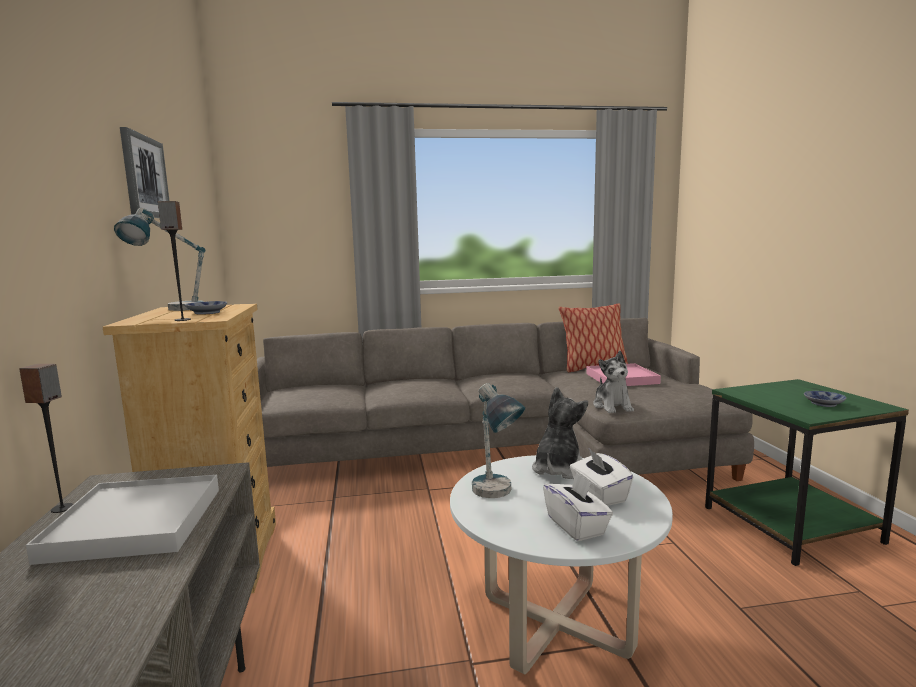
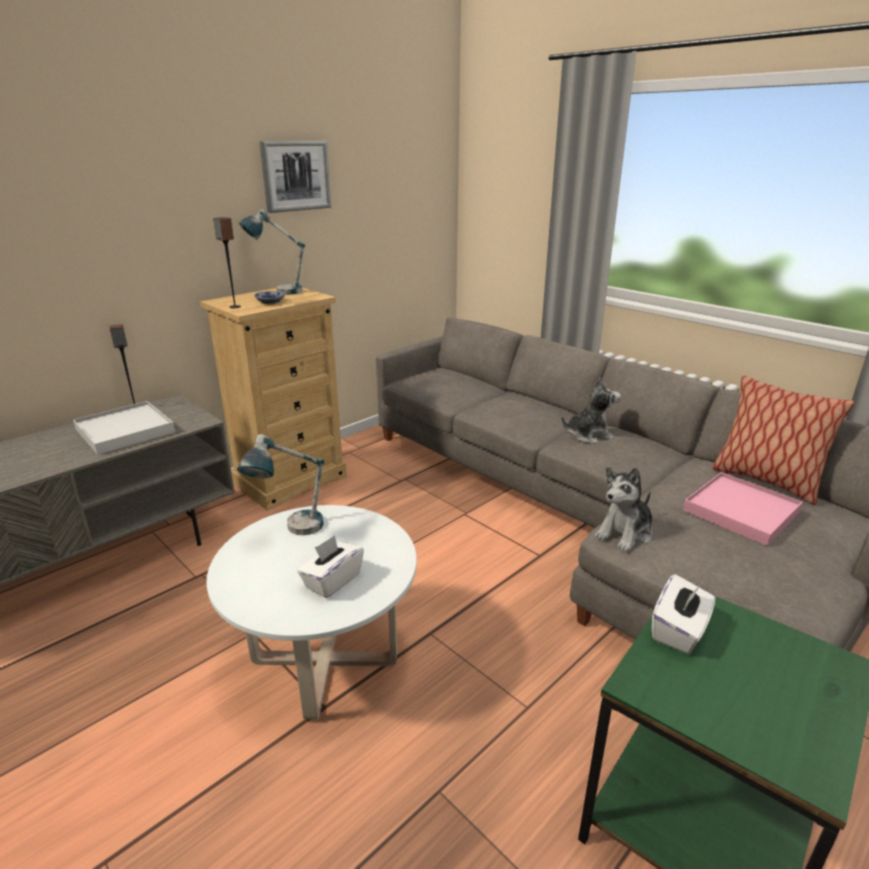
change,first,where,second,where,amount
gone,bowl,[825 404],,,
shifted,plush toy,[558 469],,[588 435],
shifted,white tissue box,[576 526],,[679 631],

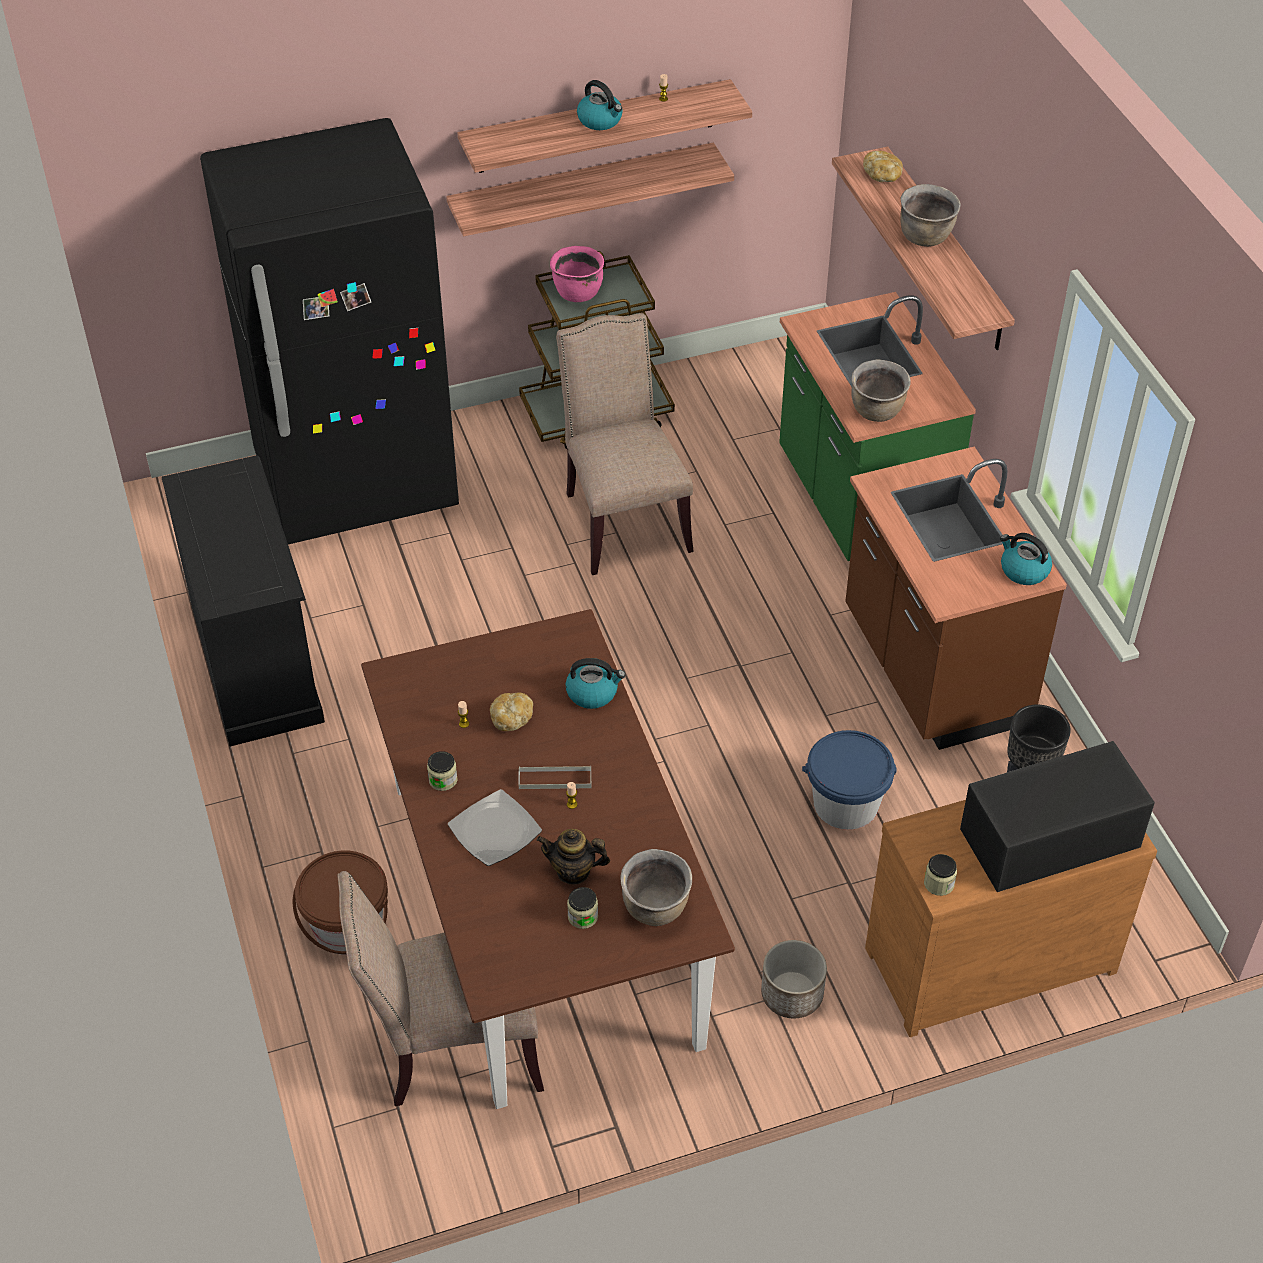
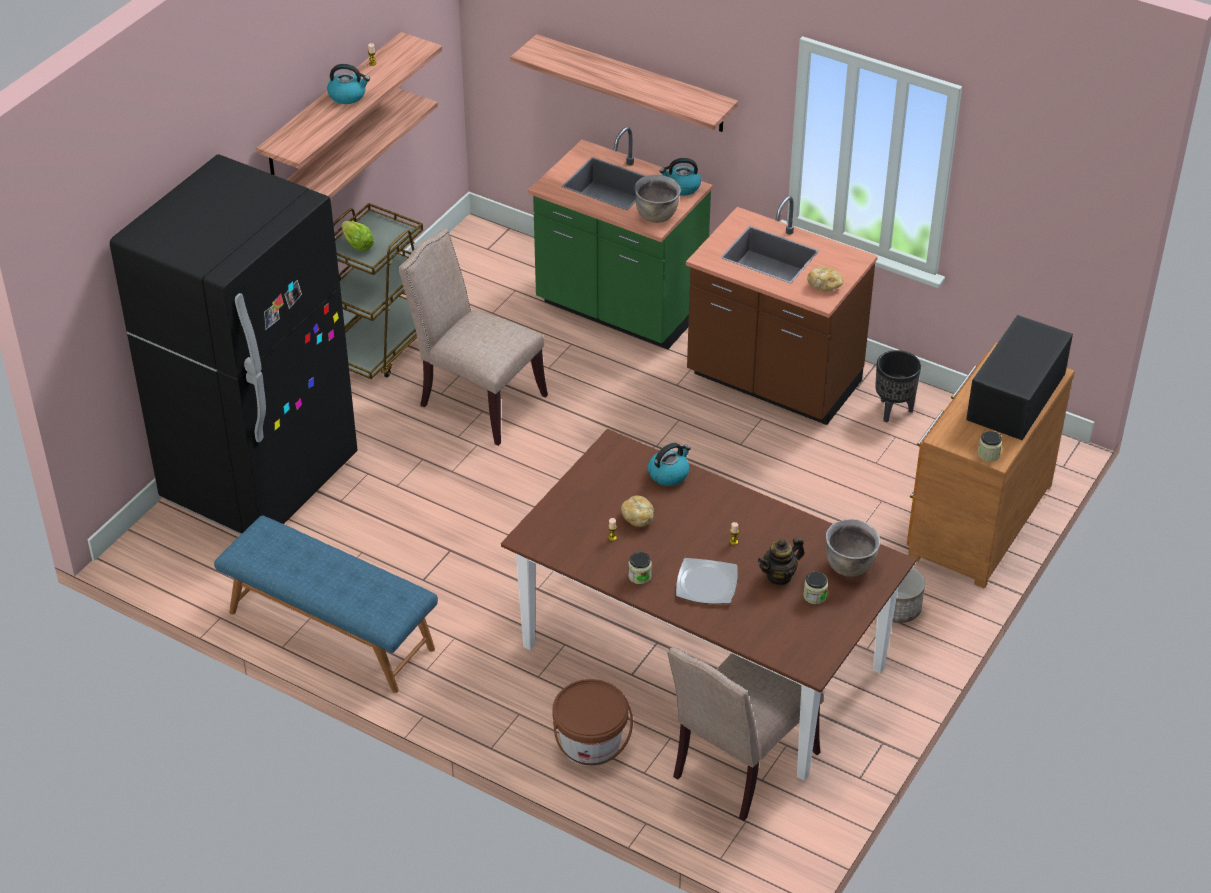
change,first,where,second,where,amount
gone,grey tray,[555 779],,,
gone,blue bucket,[846 803],,,
gone,brown cooking pot,[925 237],,,
shifted,bread,[882 175],,[825 285],
shifted,kettle,[1023 570],,[681 187],
swapped,black dresser,[257 662],blue bench,[330 631],
swapped,pink cooking pot,[577 293],lettuce,[357 245],

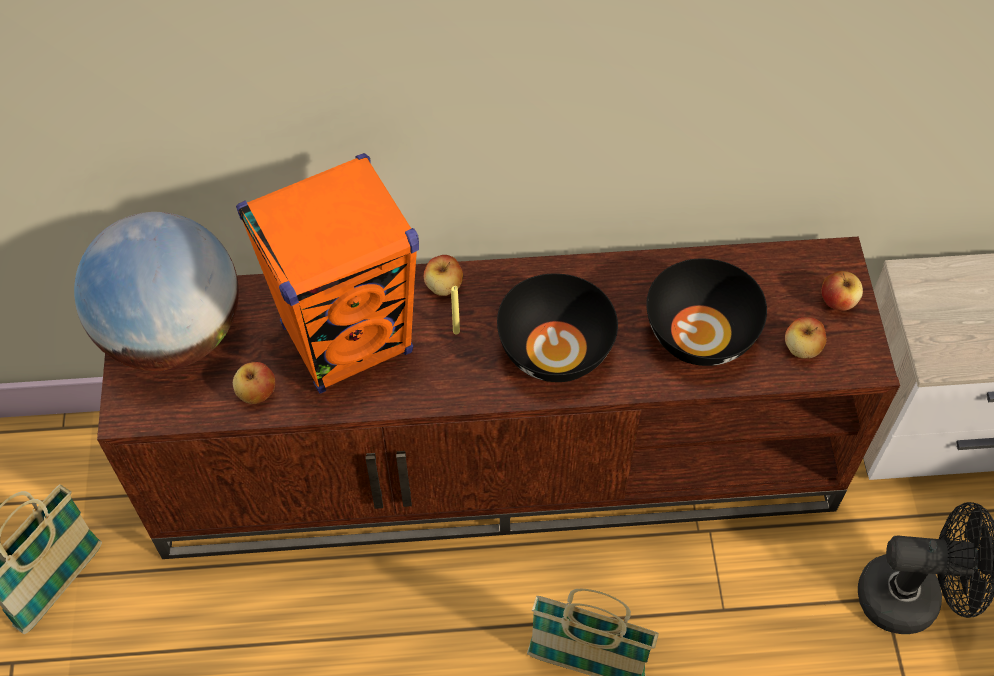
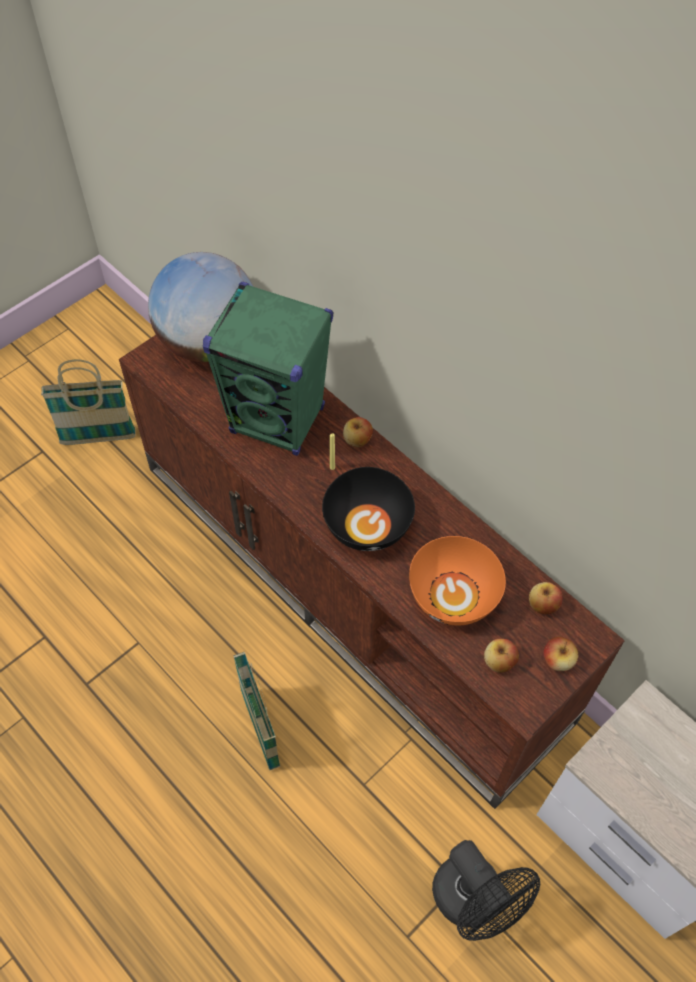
change,first,where,second,where,amount
shifted,apple,[257 393],,[542 605],
repainted,orange speaker,[348 339],green speaker,[278 420],
repainted,black bowl,[699 334],orange bowl,[452 595],

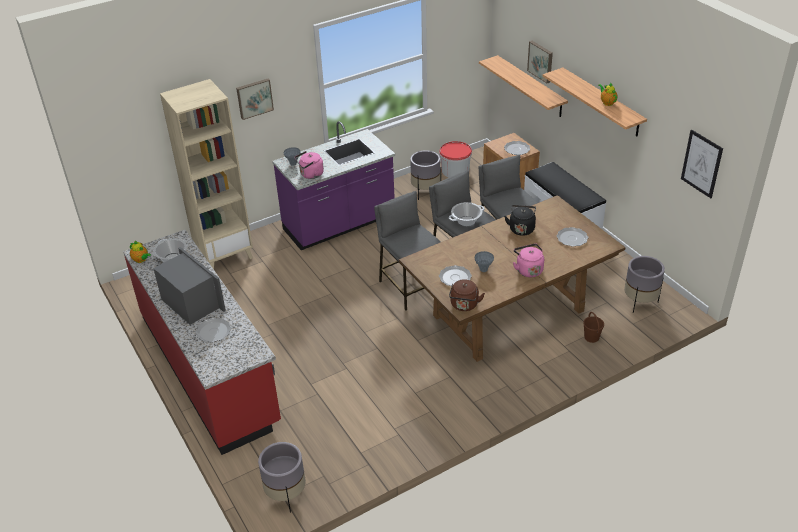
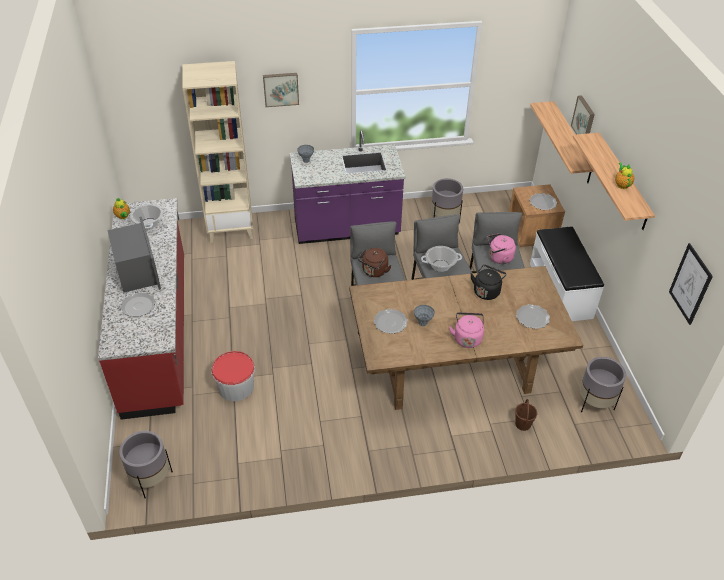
change,first,where,second,where,amount
shifted,pink kettle,[310 175],,[499 258],
shifted,bucket,[455 170],,[236 387],
shifted,brown kettle,[464 305],,[374 272],

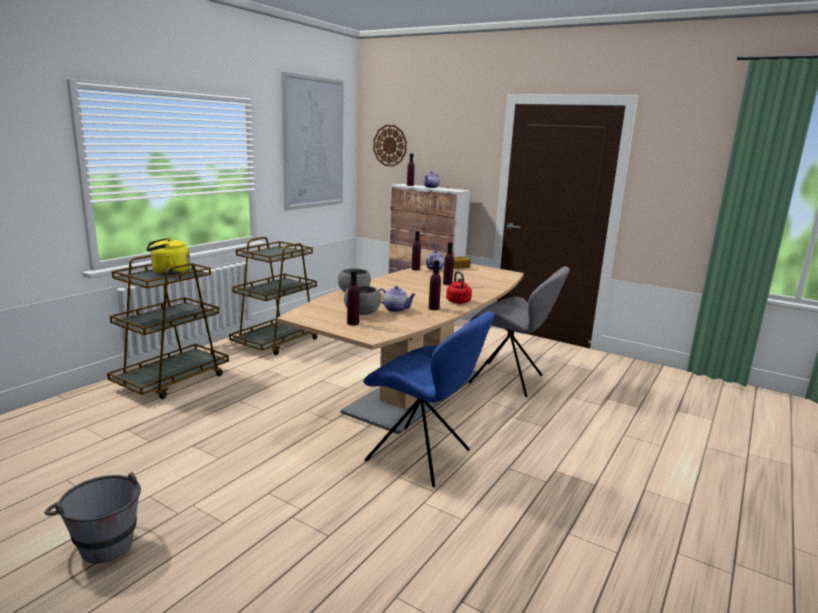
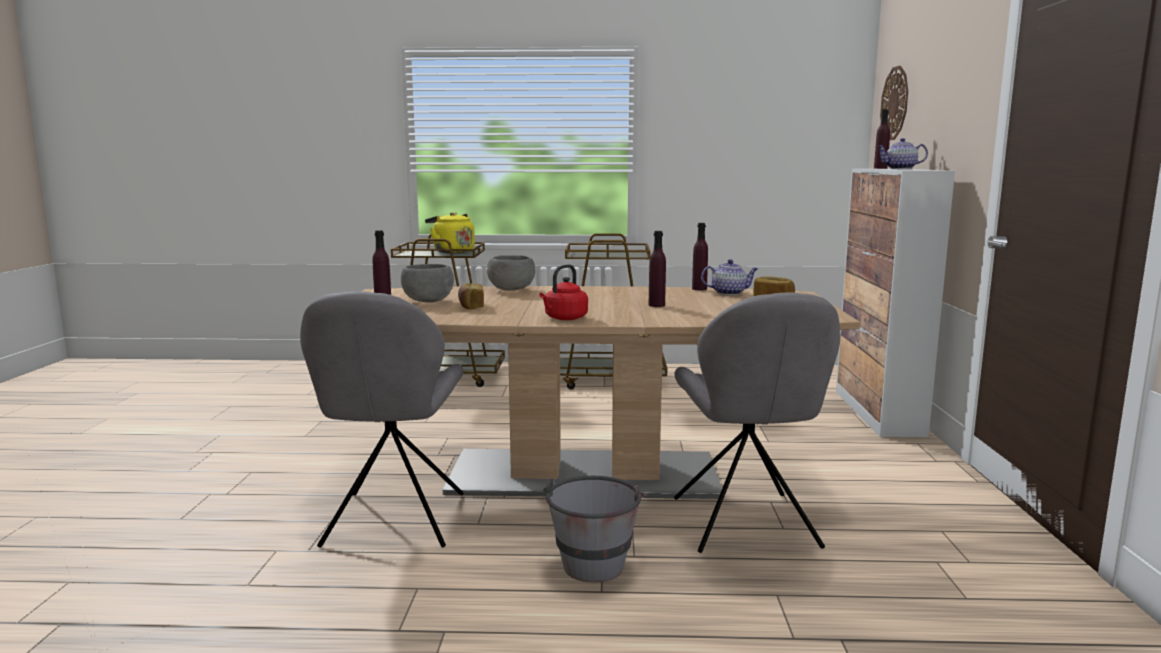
change,first,where,second,where,amount
gone,picture,[313 143],,,
gone,purple bottle,[433 308],,,
shifted,grey bucket,[101 542],,[594 559],
swapped,teapot,[396 309],bread,[471 306],
repainted,blue chair,[422 457],grey chair,[393 522],

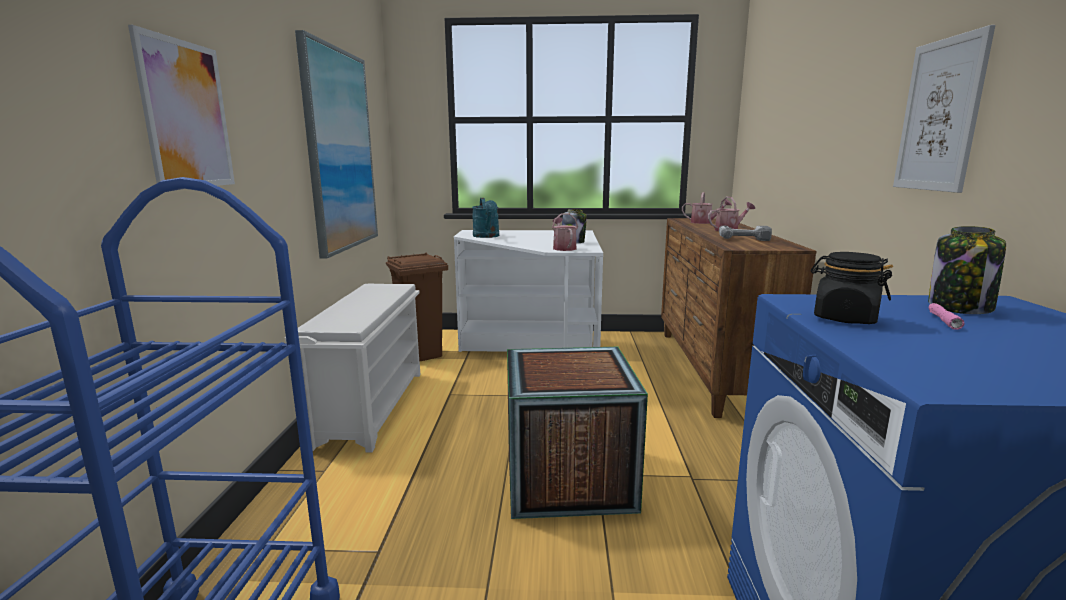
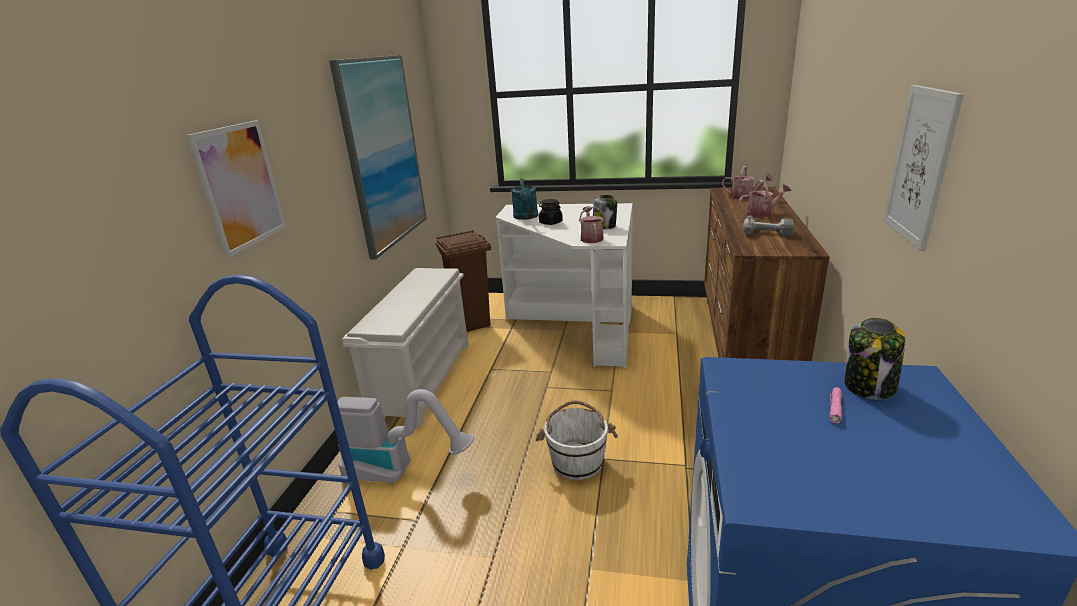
change,first,where,second,where,amount
new,,,vacuum cleaner,[400 471],
shifted,black jar,[844 318],,[550 222],
swapped,crate,[568 478],white bucket,[577 461],

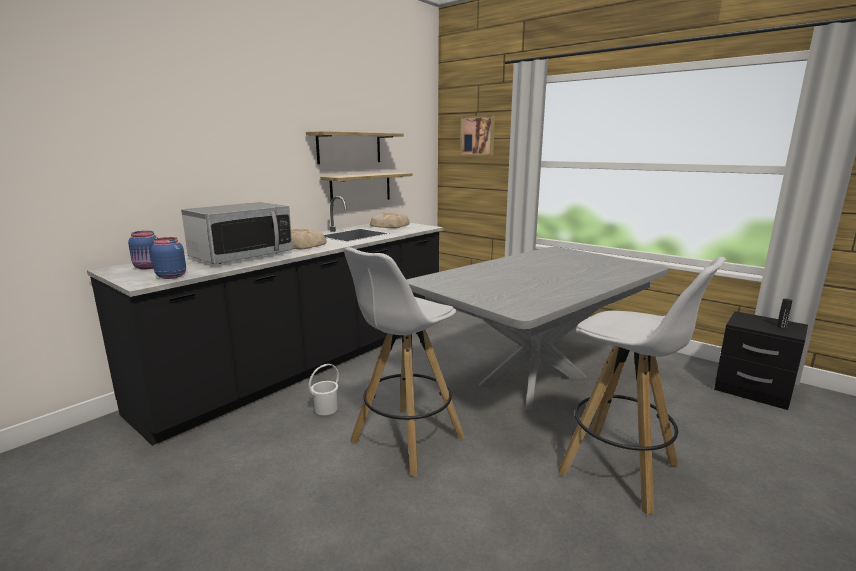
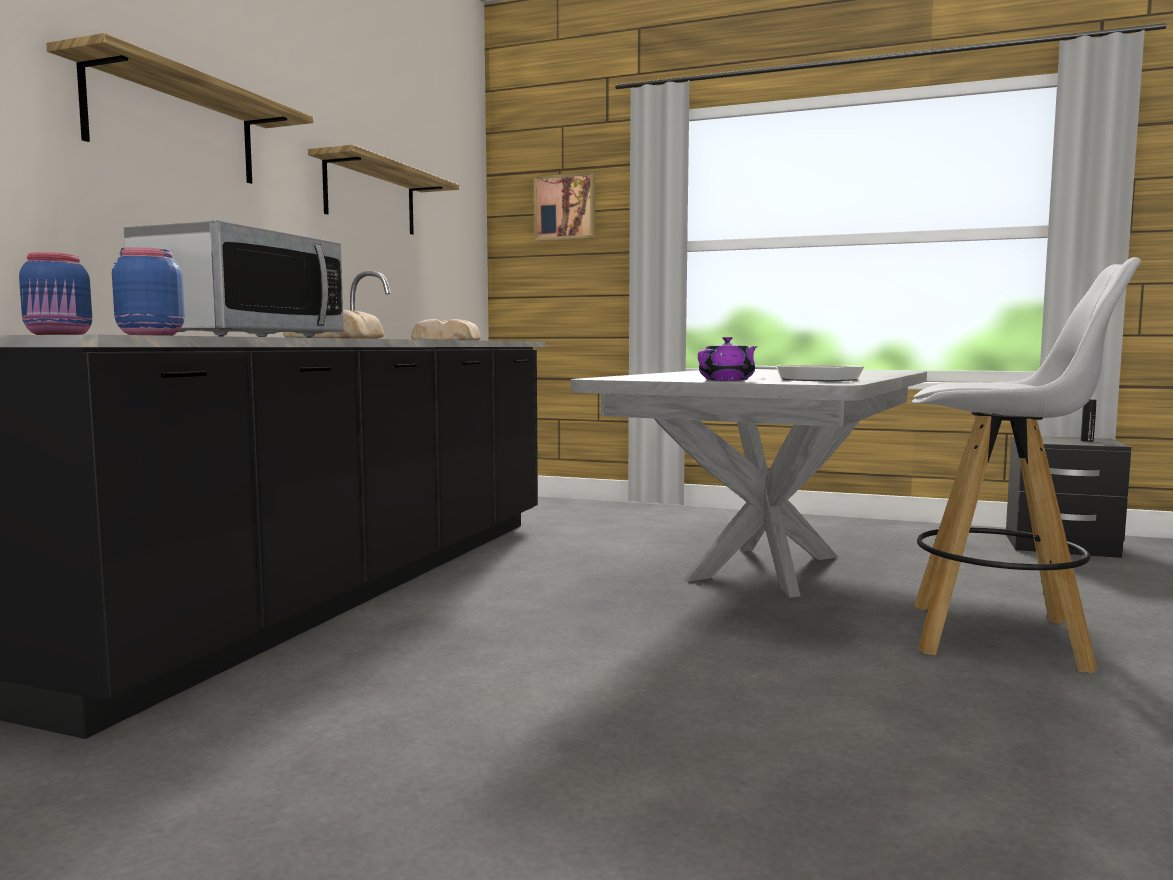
change,first,where,second,where,amount
gone,white bucket,[325 409],,,
gone,white stool,[406 441],,,
new,,,purple teapot,[728 380],
new,,,frying pan,[812 379],
shifted,shelf,[361 188],,[173 126],

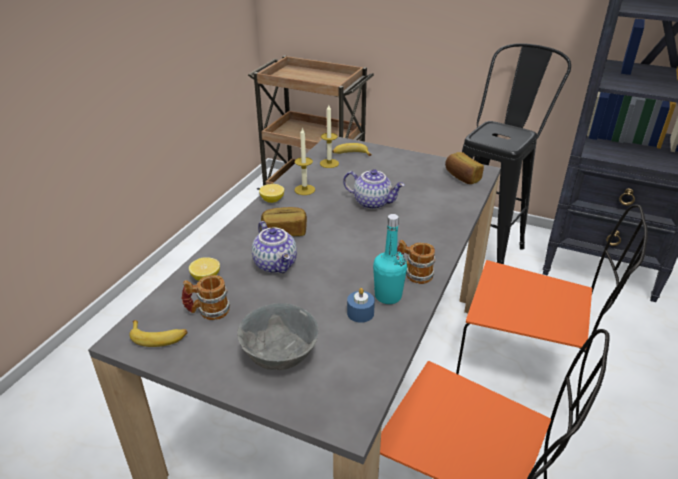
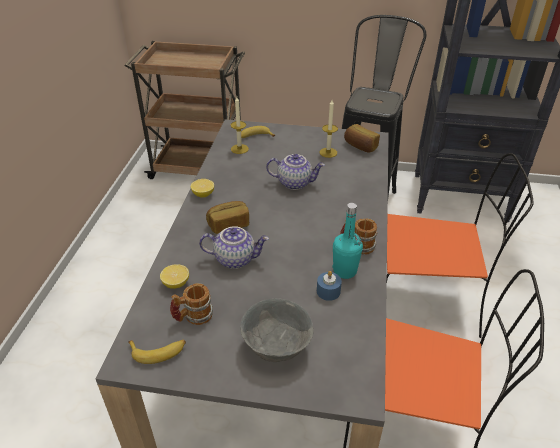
change,first,where,second,where,amount
shifted,candle,[304 190],,[328 152],
rotated,teapot,[276 264],,[235 258],45 degrees counterclockwise

